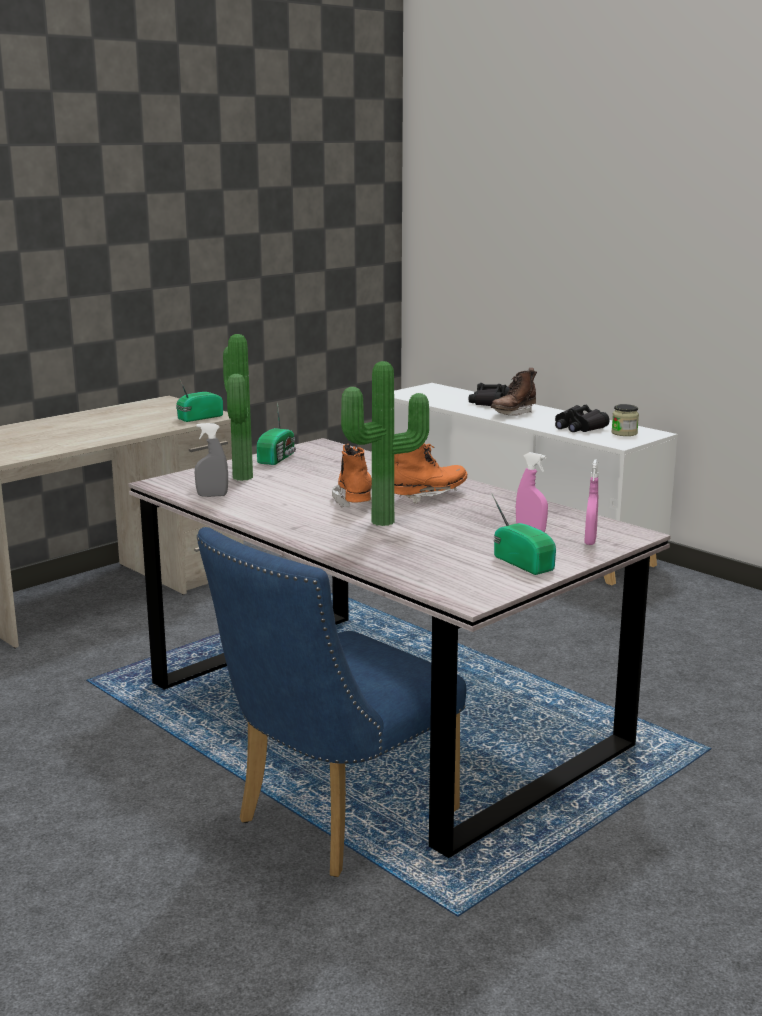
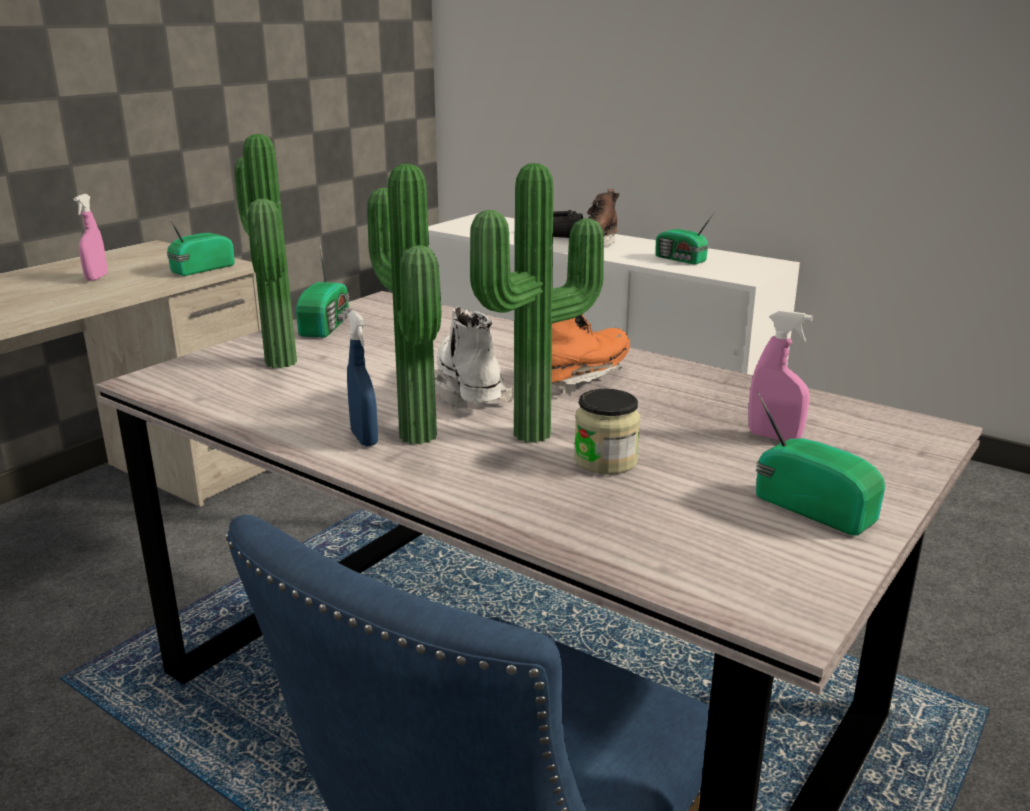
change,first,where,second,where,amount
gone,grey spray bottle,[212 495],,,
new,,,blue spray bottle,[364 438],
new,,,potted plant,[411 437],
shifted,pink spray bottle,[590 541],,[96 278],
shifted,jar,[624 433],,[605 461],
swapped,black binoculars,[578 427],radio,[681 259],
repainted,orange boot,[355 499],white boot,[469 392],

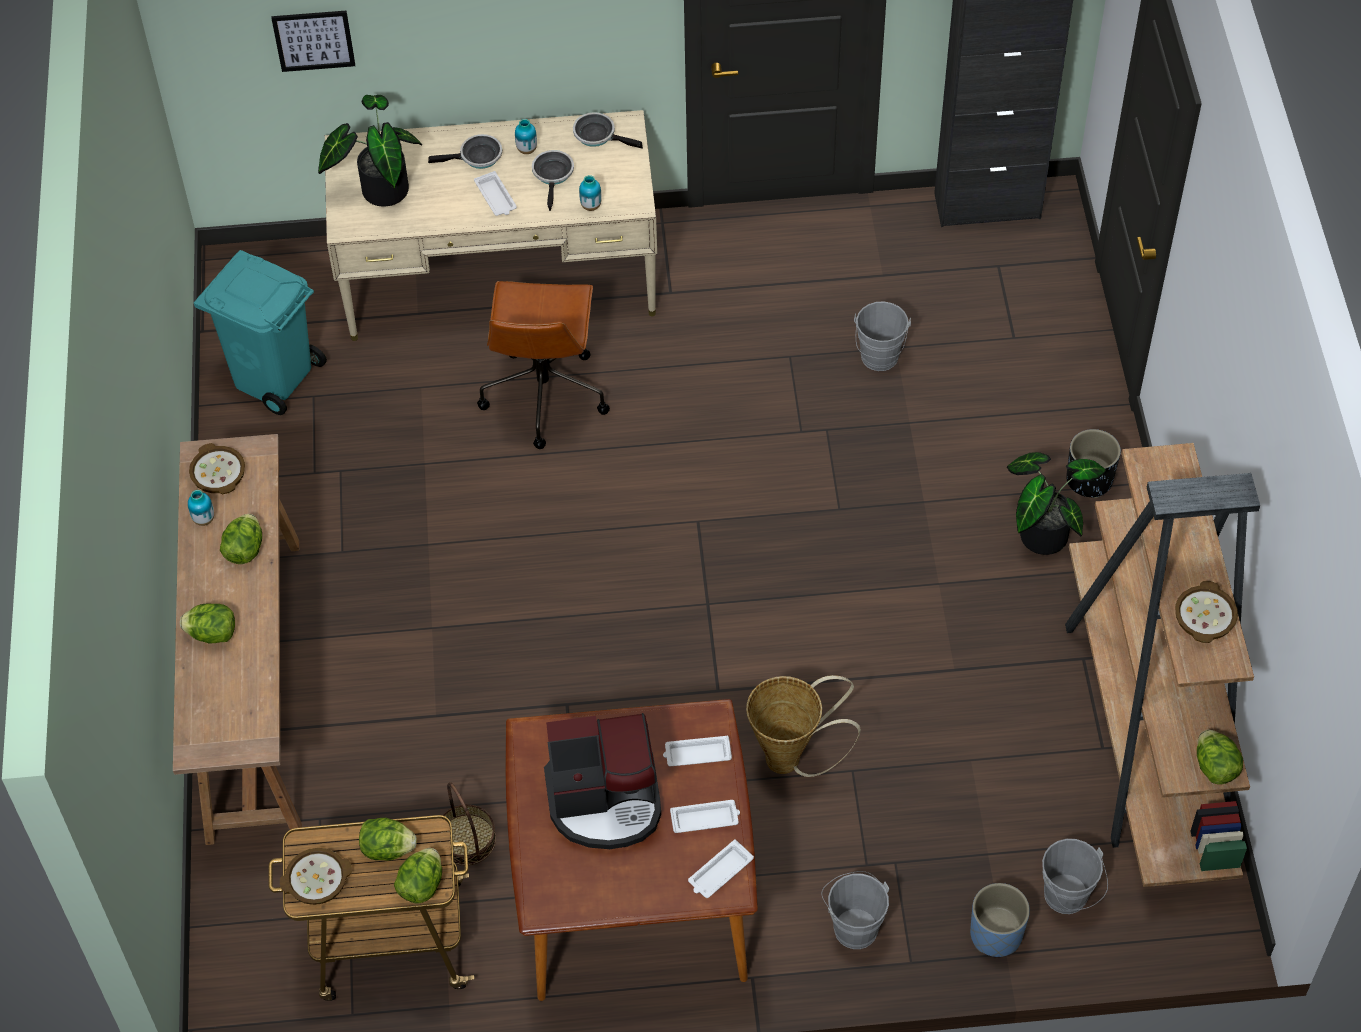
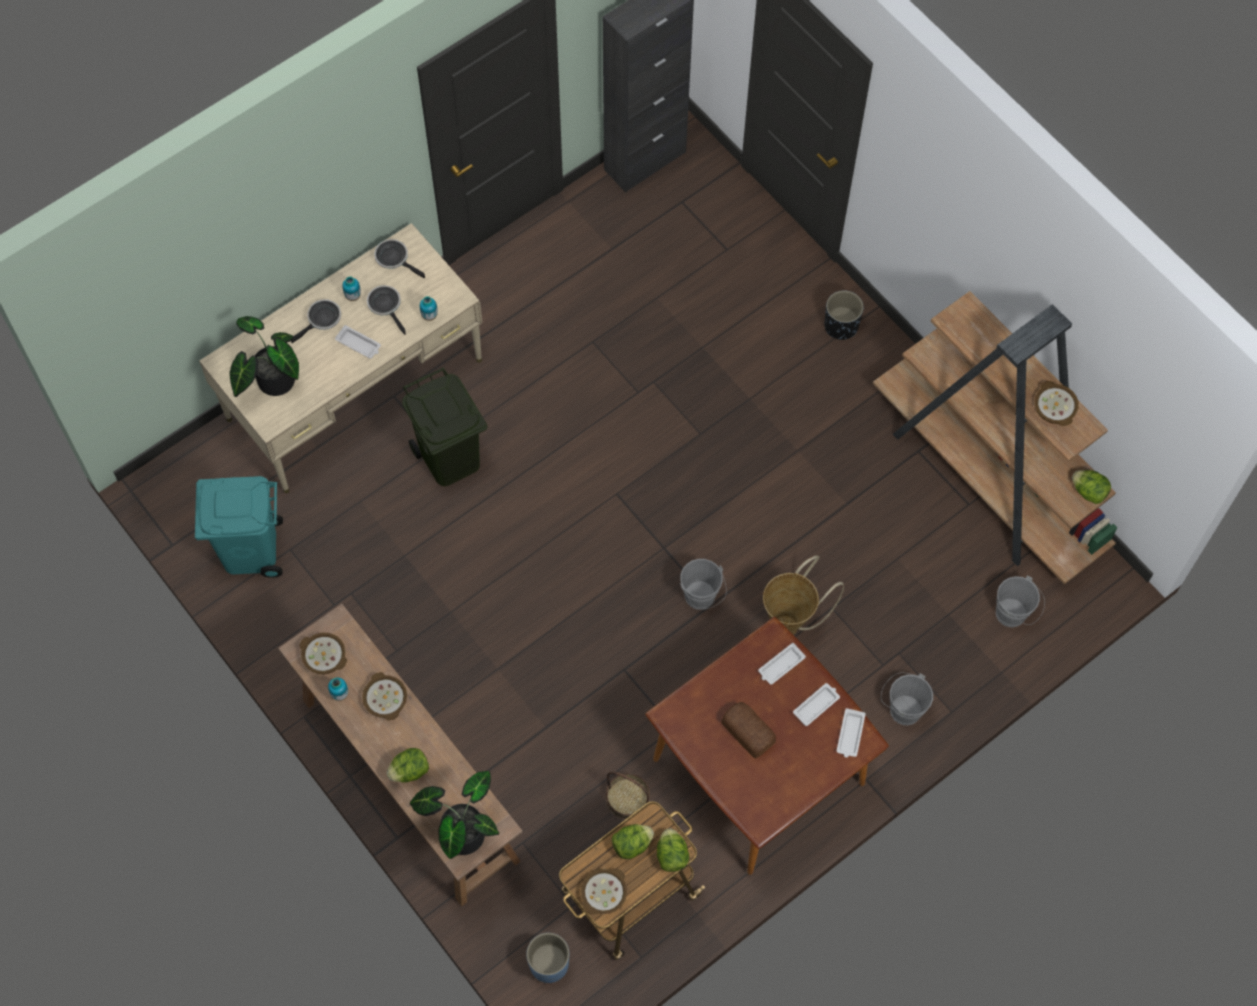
change,first,where,second,where,amount
gone,picture,[313 40],,,
shifted,grey bucket,[879 360],,[701 598],
shifted,blue planter,[995 935],,[549 964],
shifted,potted plant,[1043 530],,[461 830],
swapped,lettuce,[244 550],bowl,[385 699],
swapped,brown office chair,[544 394],green trash can,[449 459],
swapped,coffee machine,[605 802],bread,[748 731],
rotated,frying pan,[598 135],,[394 258],45 degrees clockwise

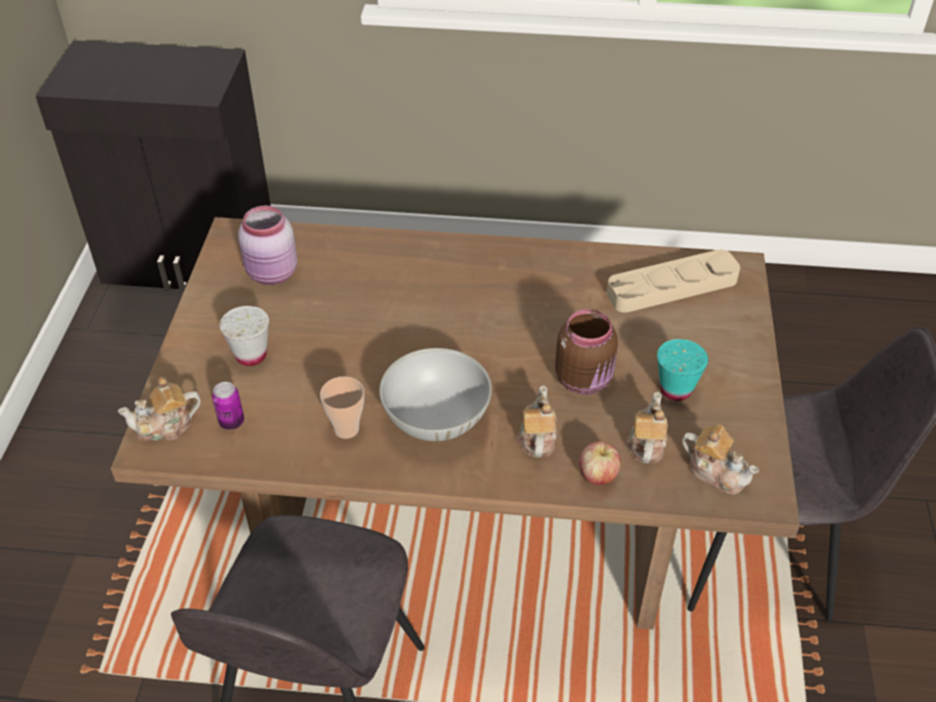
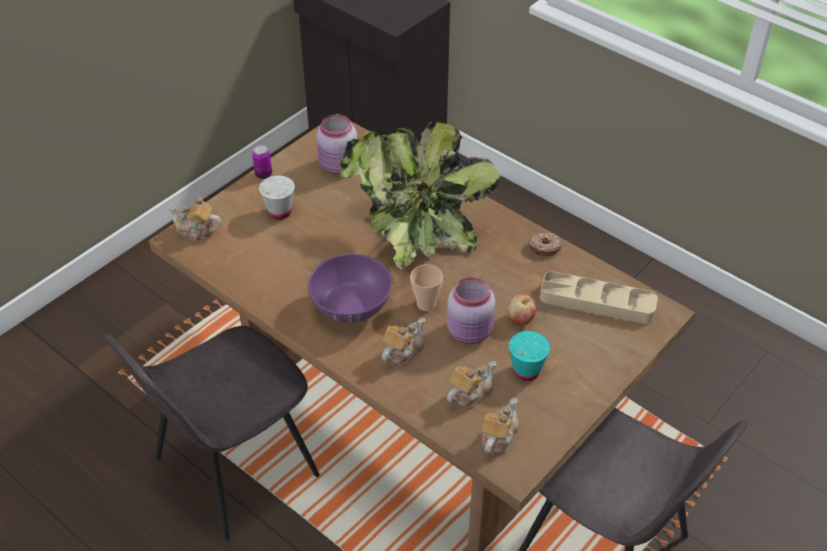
change,first,where,second,where,amount
new,,,potted plant,[412 233],
new,,,donut,[544 247],
shifted,can,[231 422],,[263 174],
shifted,cup,[346 429],,[426 304],
shifted,apple,[598 476],,[520 320],
repainted,white bowl,[436 420],purple bowl,[351 308],
repainted,brown jar,[585 379],pink jar,[471 332],
rotated,teapot,[716 472],,[498 438],135 degrees counterclockwise

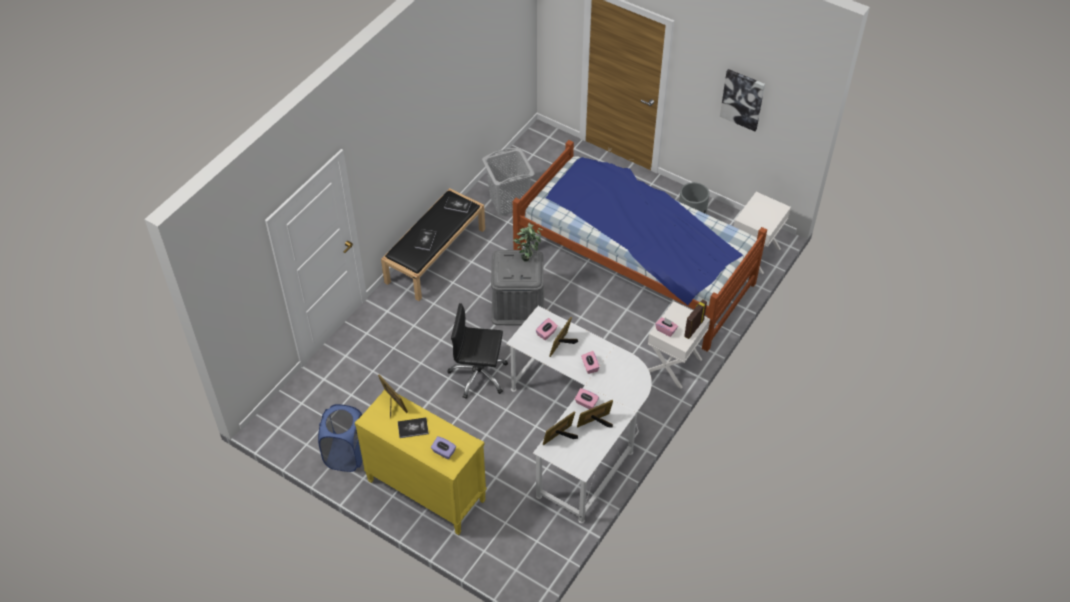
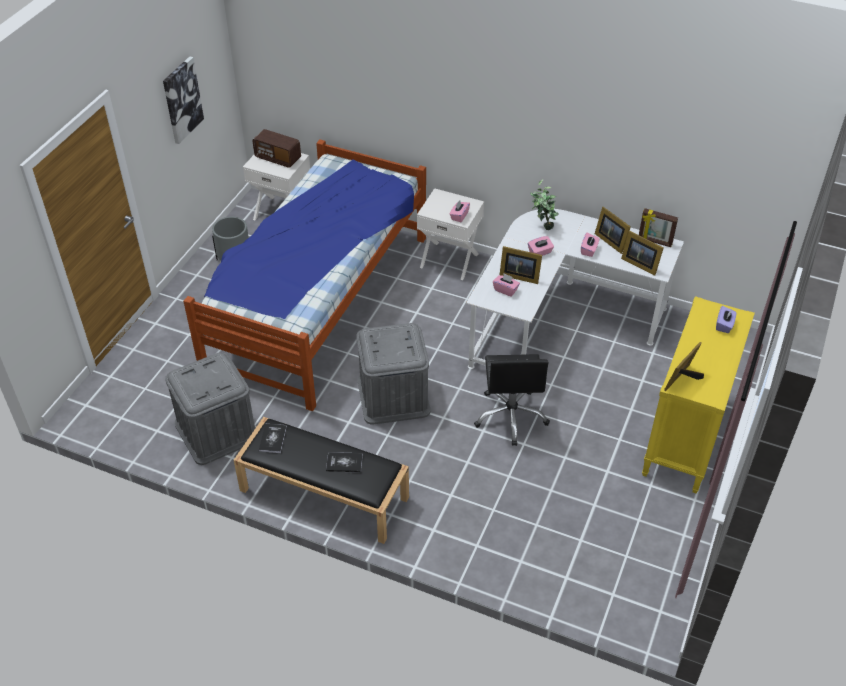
change,first,where,second,where,amount
gone,blue laundry basket,[346 454],,,
gone,book,[413 428],,,
new,,,radio,[278 158],
shifted,potted plant,[528 256],,[542 226],
shifted,picture frame,[693 328],,[654 241],
swapped,grey laundry basket,[508 202],grey storage box,[217 430],

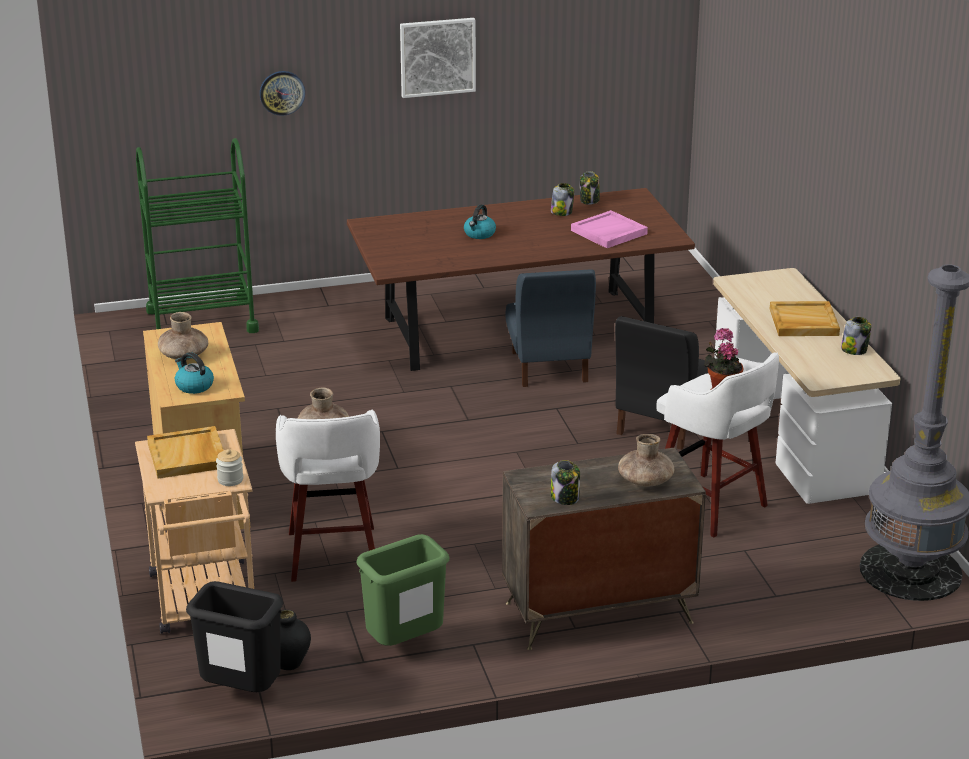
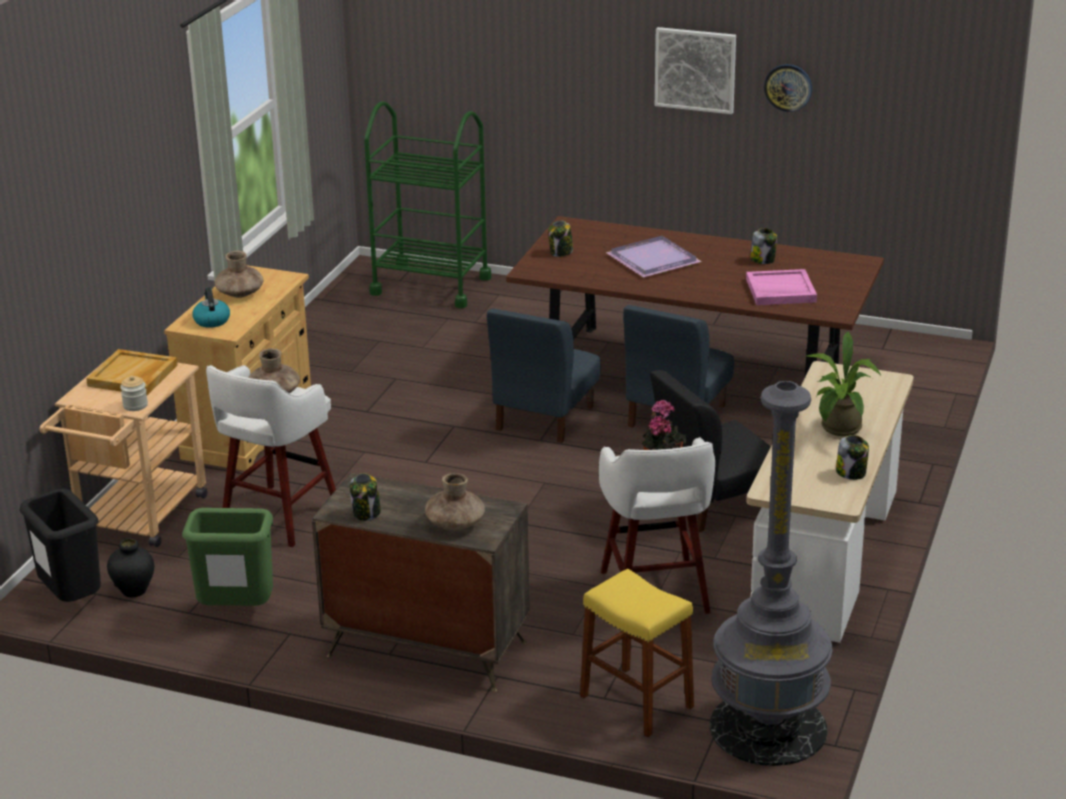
change,first,where,second,where,amount
new,,,blue chair,[543 418],
new,,,yellow stool,[636 701],
shifted,wall clock,[282 92],,[788 87],
shifted,jar,[589 200],,[561 252],
swapped,kettle,[479 234],purple tray,[655 260],
swapped,beige tray,[803 322],potted plant,[839 430],

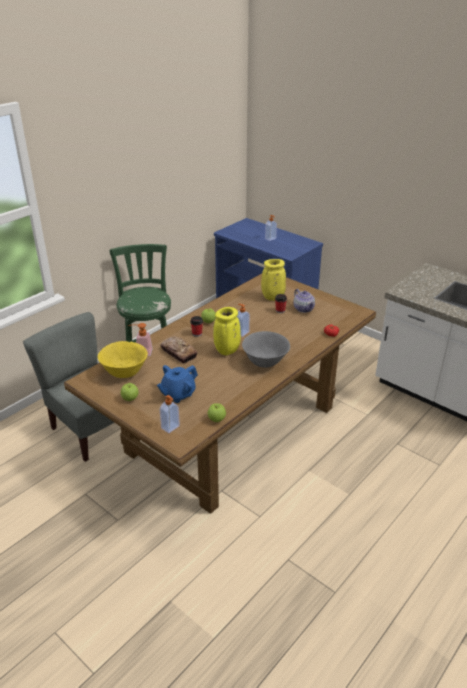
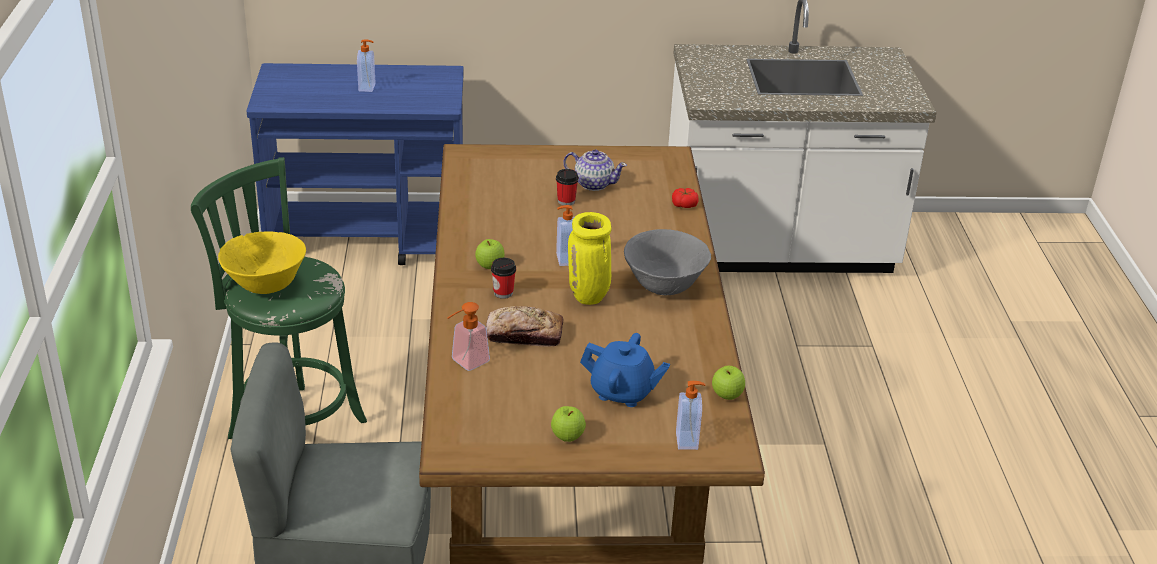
change,first,where,second,where,amount
gone,yellow vase,[272 298],,,
shifted,yellow bowl,[124 373],,[265 286],
rotated,blue teapot,[178 394],,[622 392],75 degrees counterclockwise

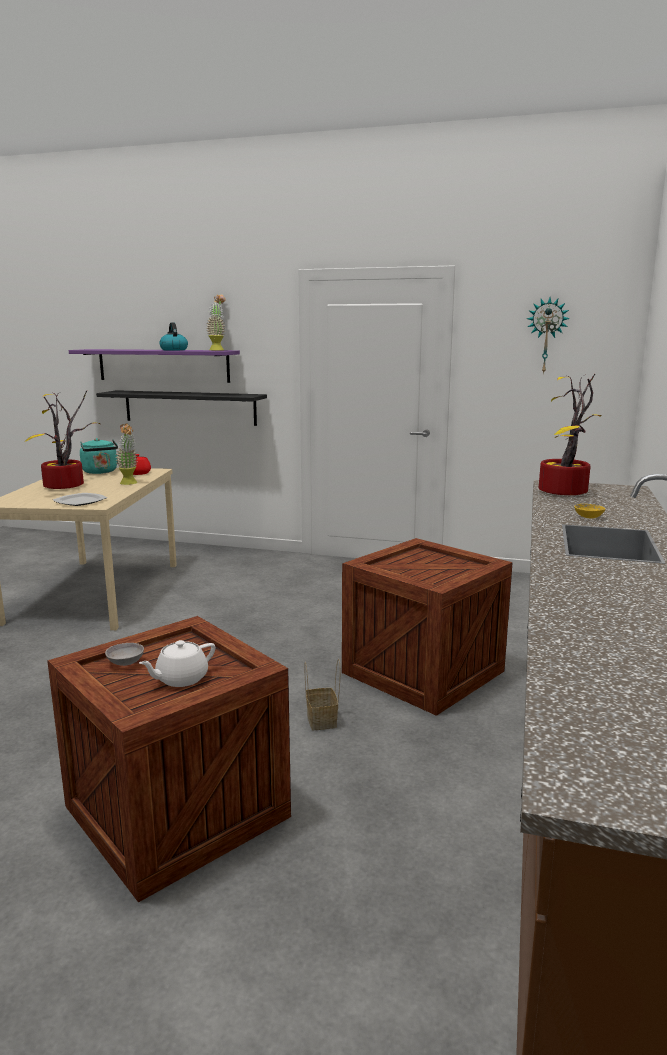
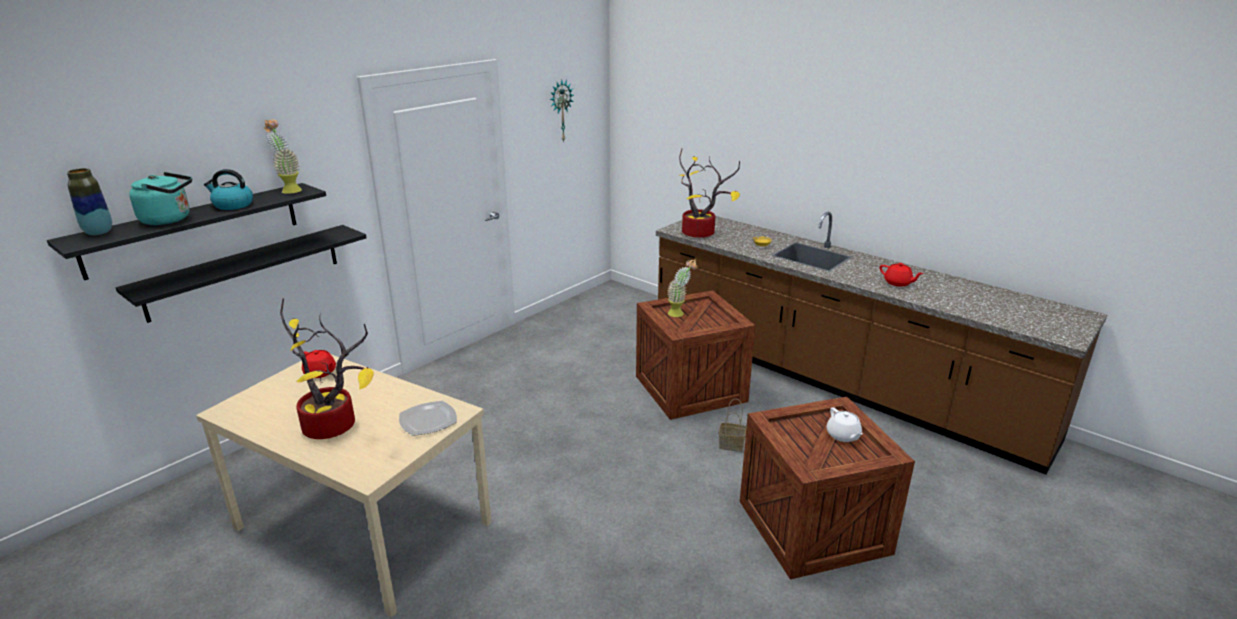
change,first,where,second,where,amount
gone,grey bowl,[125 662],,,
new,,,vase,[98 232],
new,,,red teapot,[898 283],
shifted,turquoise kettle,[101 472],,[169 219],
shifted,potted plant,[129 483],,[680 313],
repainted,purple shelf,[163 365],black shelf,[194 229],

